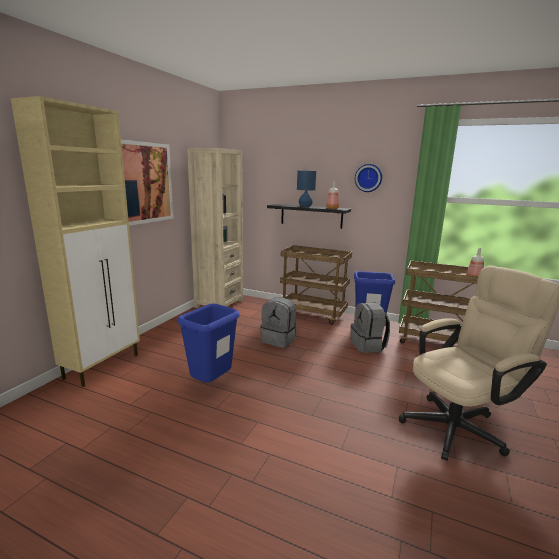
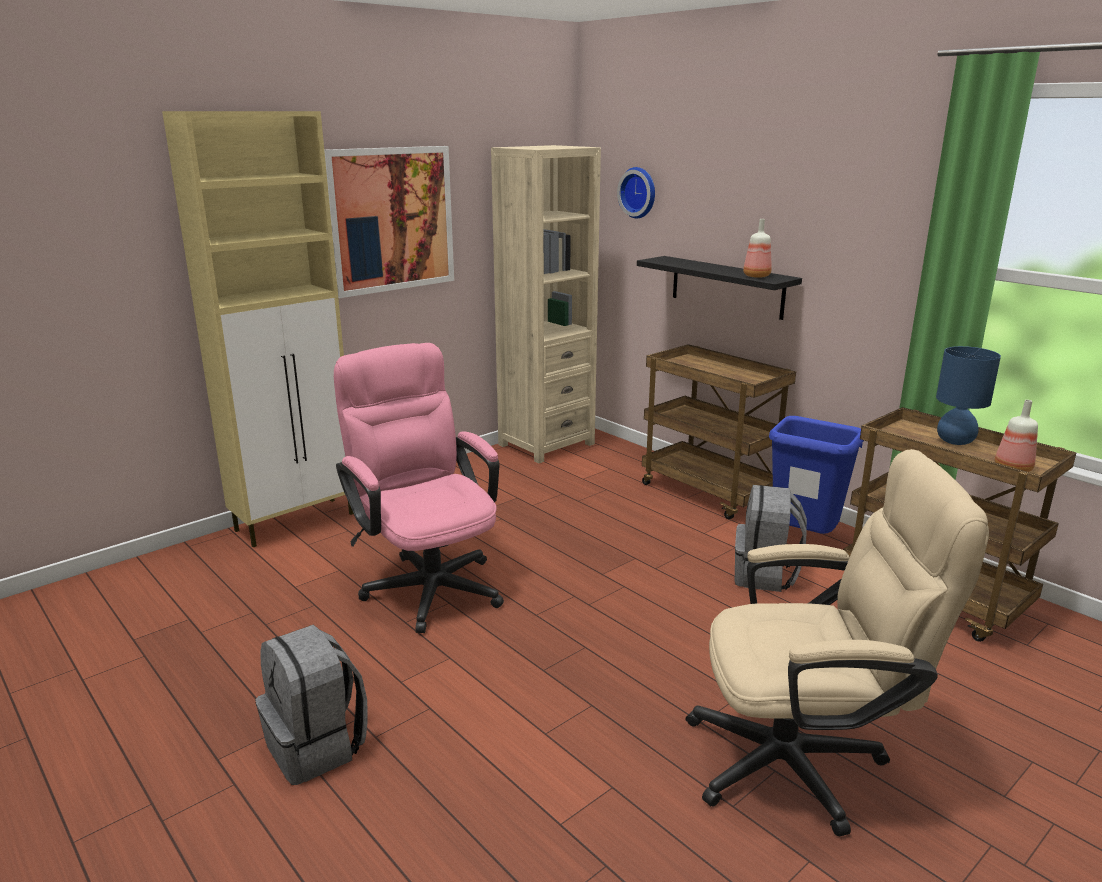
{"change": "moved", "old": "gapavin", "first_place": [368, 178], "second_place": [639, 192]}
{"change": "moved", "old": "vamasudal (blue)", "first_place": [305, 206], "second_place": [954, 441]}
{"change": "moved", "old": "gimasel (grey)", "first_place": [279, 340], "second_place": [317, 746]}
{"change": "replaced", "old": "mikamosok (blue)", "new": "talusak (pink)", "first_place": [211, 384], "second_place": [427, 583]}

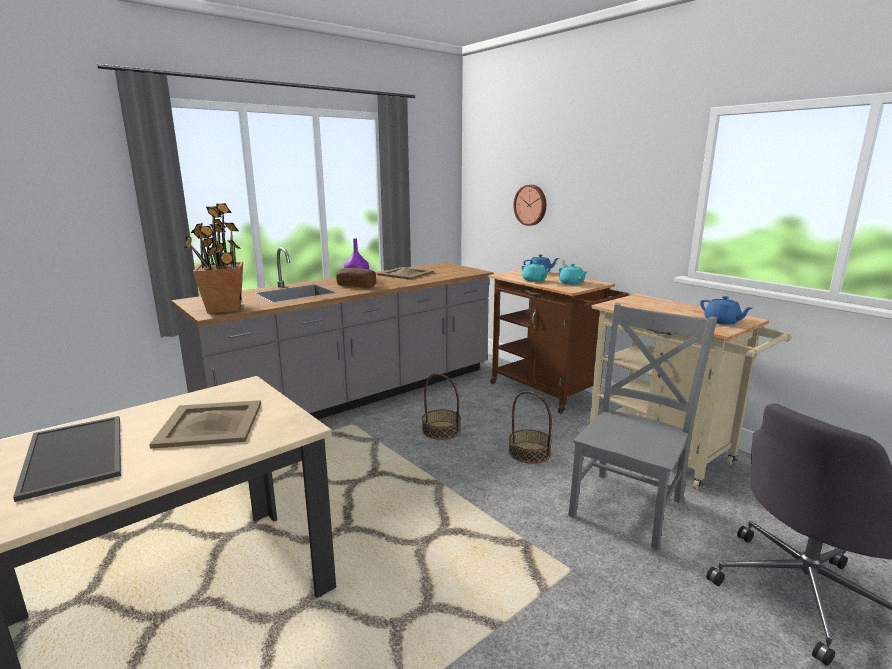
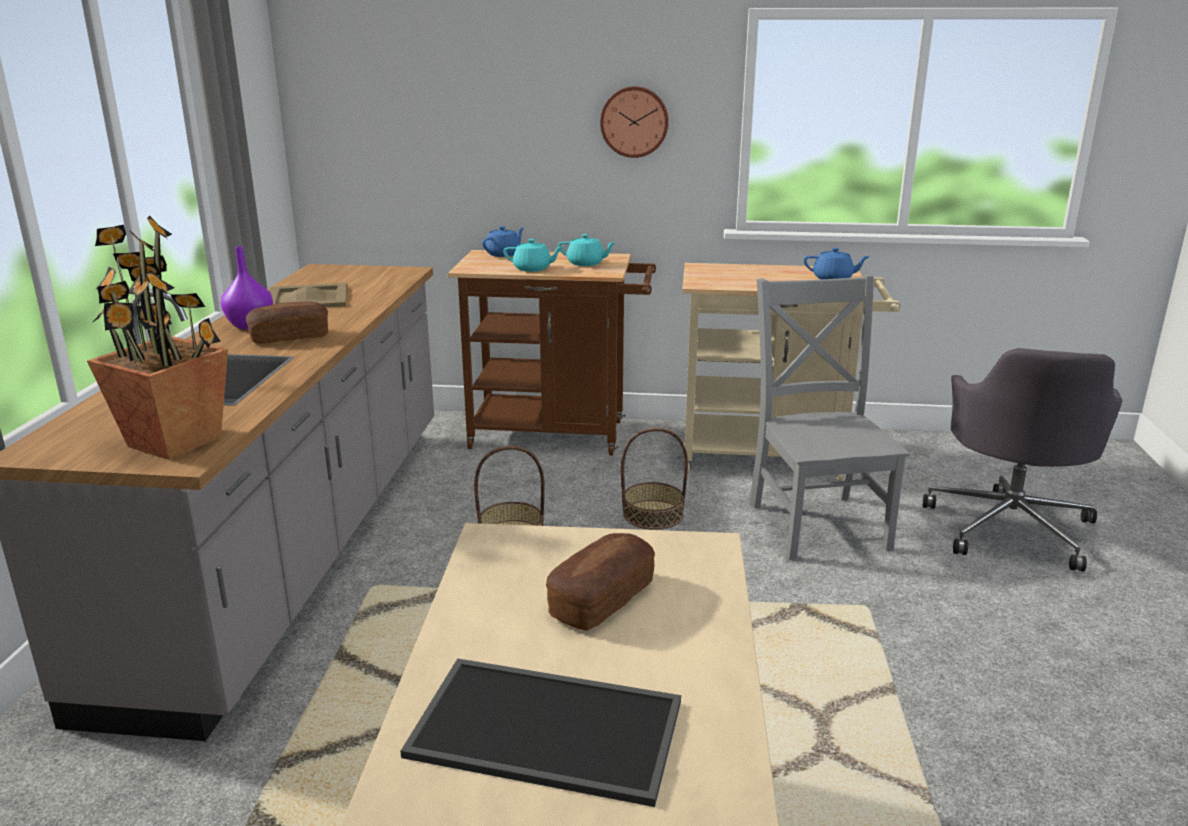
{"change": "moved", "old": "gapavin", "first_place": [531, 205], "second_place": [634, 121]}
{"change": "replaced", "old": "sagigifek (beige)", "new": "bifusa", "first_place": [211, 424], "second_place": [601, 599]}

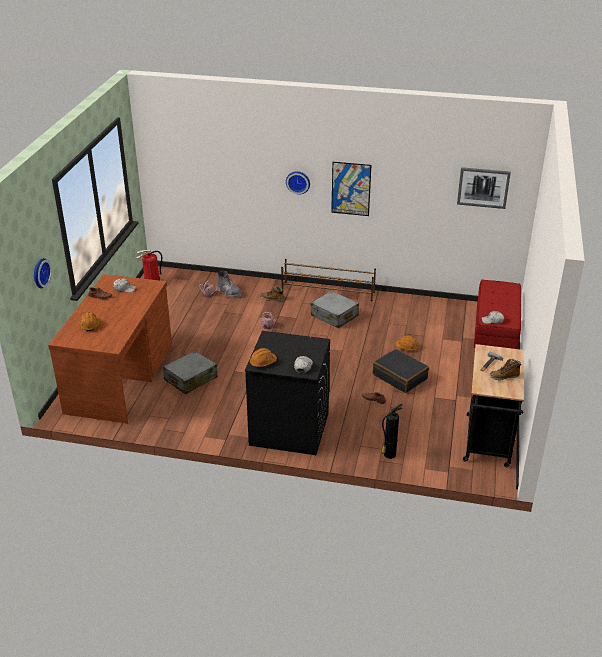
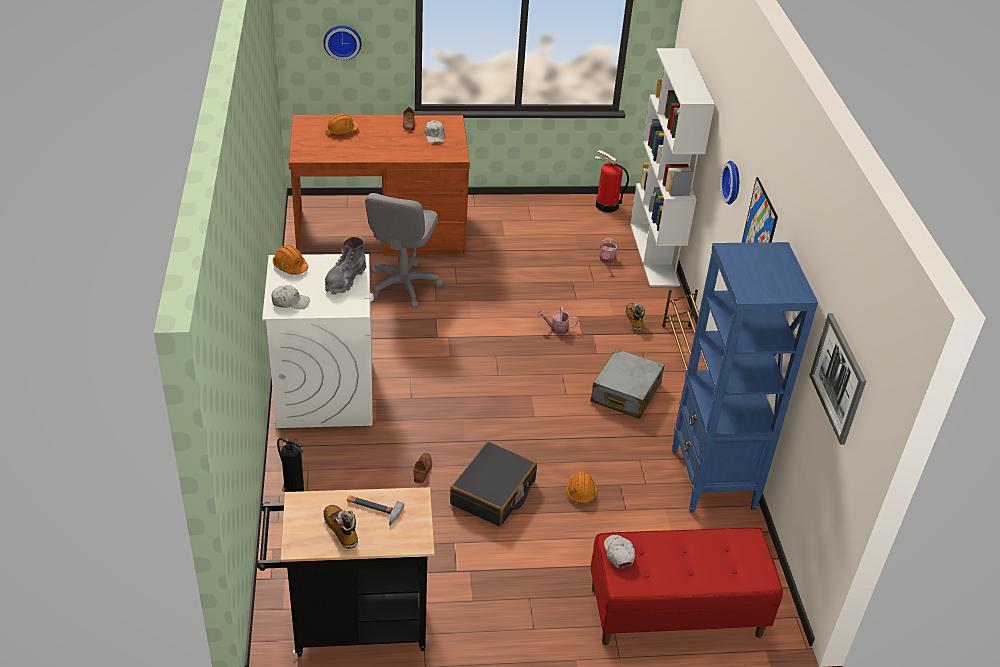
{"change": "moved", "old": "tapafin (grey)", "first_place": [229, 292], "second_place": [345, 280]}
{"change": "recoloured", "old": "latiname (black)", "new": "latiname (white)", "first_place": [288, 429], "second_place": [325, 392]}
{"change": "replaced", "old": "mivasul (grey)", "new": "talusak (grey)", "first_place": [190, 379], "second_place": [402, 285]}
{"change": "added", "new": "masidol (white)", "second_place": [655, 254]}
{"change": "added", "new": "masidol (blue)", "second_place": [712, 480]}

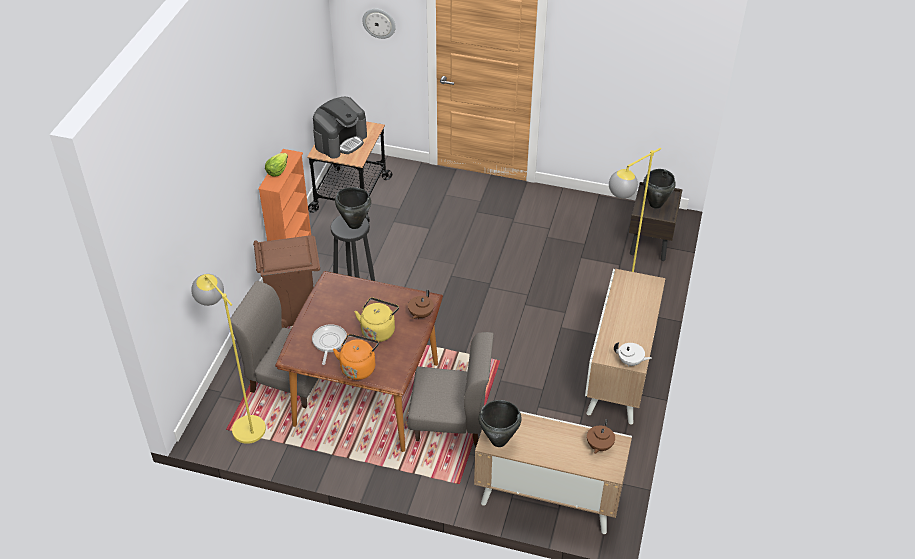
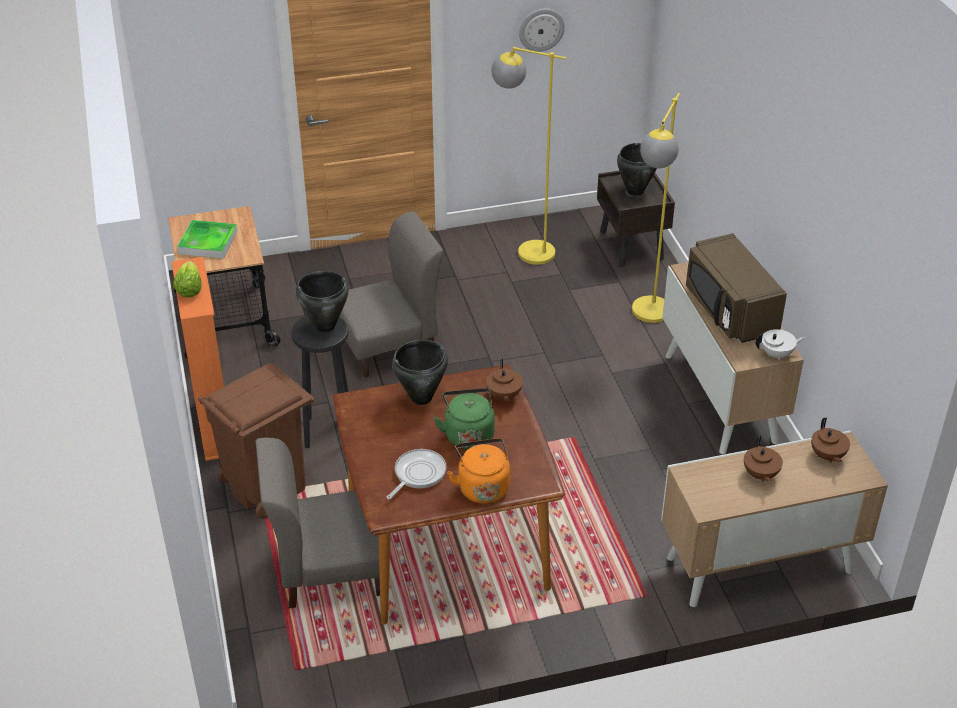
{"change": "moved", "old": "gapavin", "first_place": [379, 23], "second_place": [541, 29]}
{"change": "replaced", "old": "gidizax", "new": "sagigifek", "first_place": [340, 141], "second_place": [208, 242]}
{"change": "moved", "old": "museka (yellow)", "first_place": [242, 422], "second_place": [523, 250]}
{"change": "recoloured", "old": "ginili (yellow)", "new": "ginili (green)", "first_place": [378, 330], "second_place": [468, 434]}
{"change": "turned", "old": "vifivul", "first_place": [329, 342], "second_place": [418, 474], "degrees": 60}
{"change": "moved", "old": "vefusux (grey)", "first_place": [450, 422], "second_place": [388, 346]}
{"change": "moved", "old": "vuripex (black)", "first_place": [499, 441], "second_place": [421, 398]}
{"change": "added", "new": "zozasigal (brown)", "second_place": [729, 310]}
{"change": "added", "new": "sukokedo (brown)", "second_place": [760, 475]}

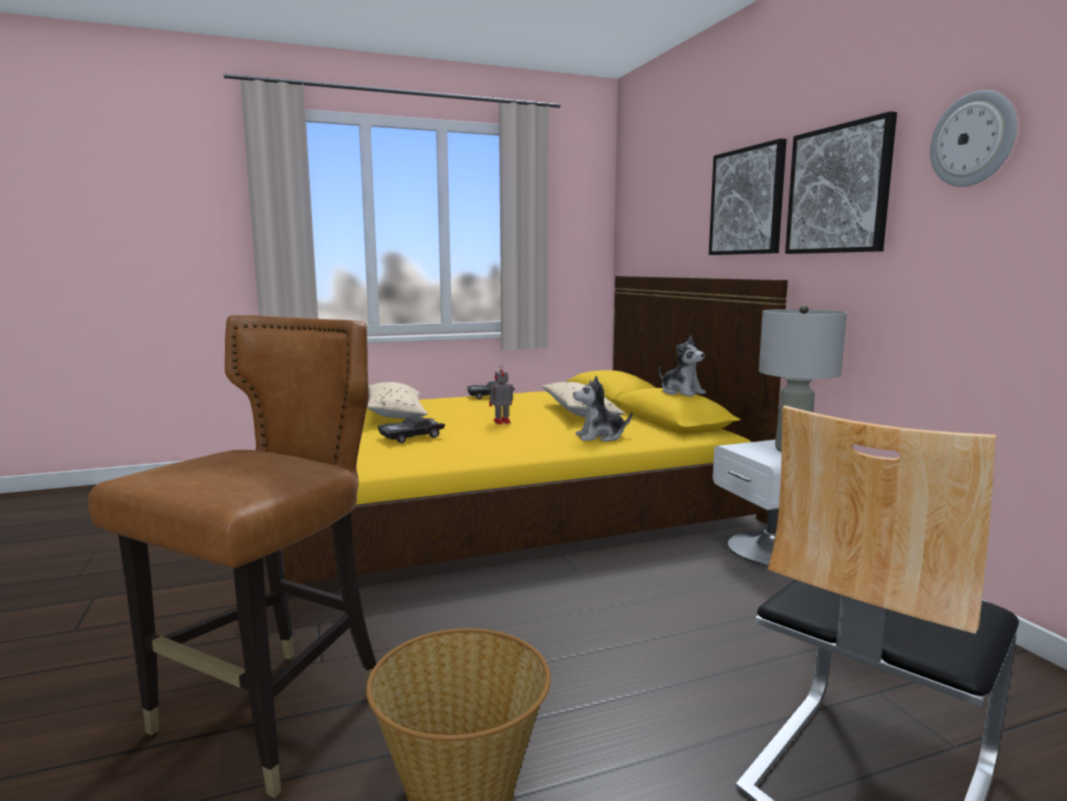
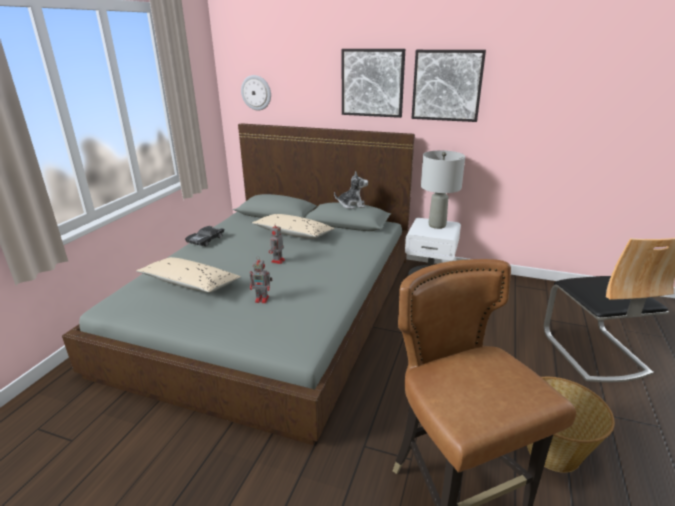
{"change": "moved", "old": "gapavin", "first_place": [973, 139], "second_place": [256, 92]}
{"change": "recoloured", "old": "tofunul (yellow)", "new": "tofunul (grey)", "first_place": [505, 497], "second_place": [275, 308]}
{"change": "removed", "old": "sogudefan", "first_place": [600, 437]}
{"change": "replaced", "old": "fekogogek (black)", "new": "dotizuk", "first_place": [411, 437], "second_place": [263, 299]}

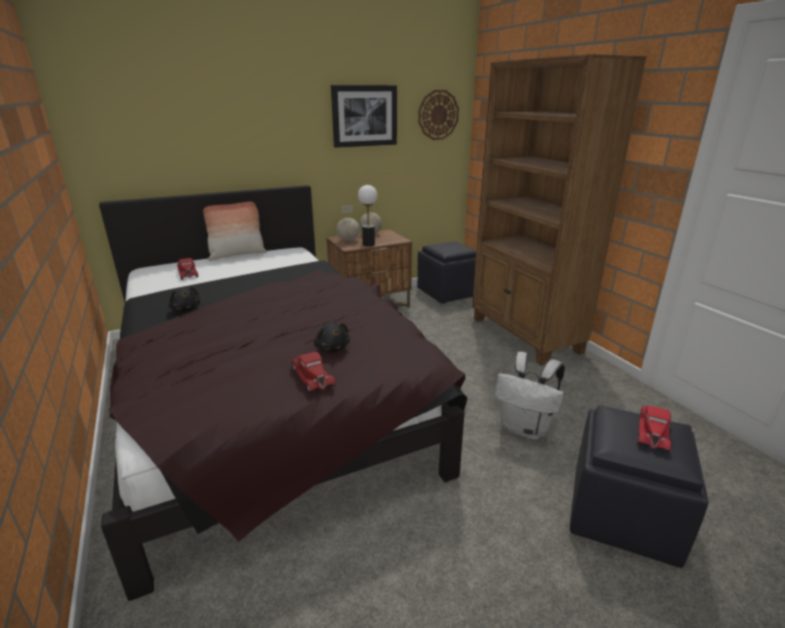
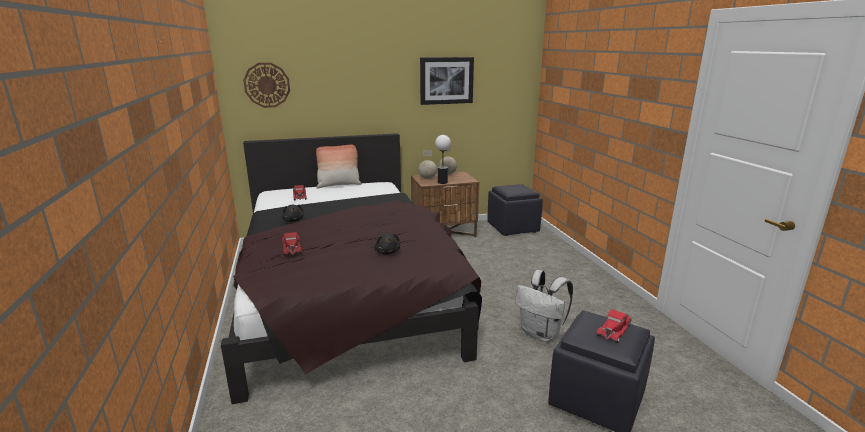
{"change": "removed", "old": "masidol (brown)", "first_place": [525, 335]}
{"change": "moved", "old": "gapavin", "first_place": [438, 115], "second_place": [267, 85]}
{"change": "moved", "old": "fekogogek (red)", "first_place": [312, 376], "second_place": [292, 248]}

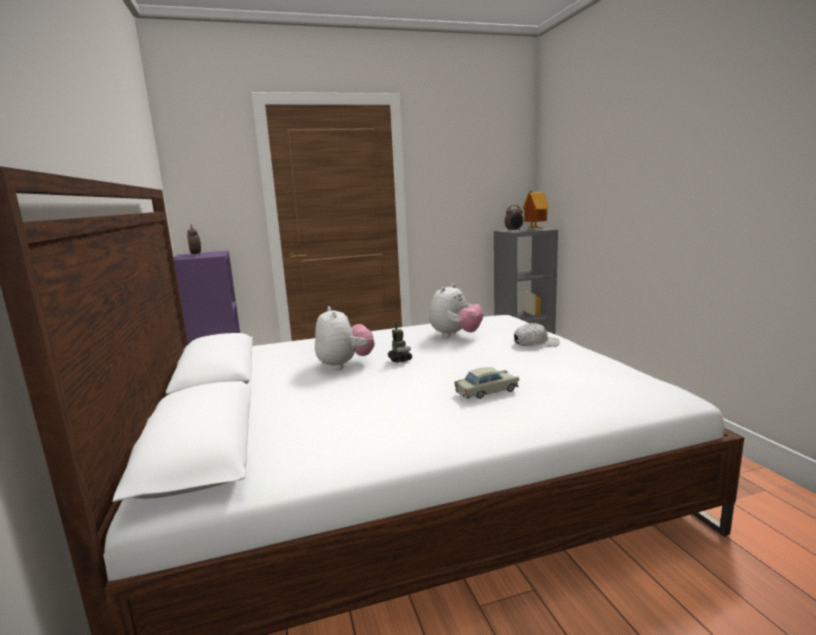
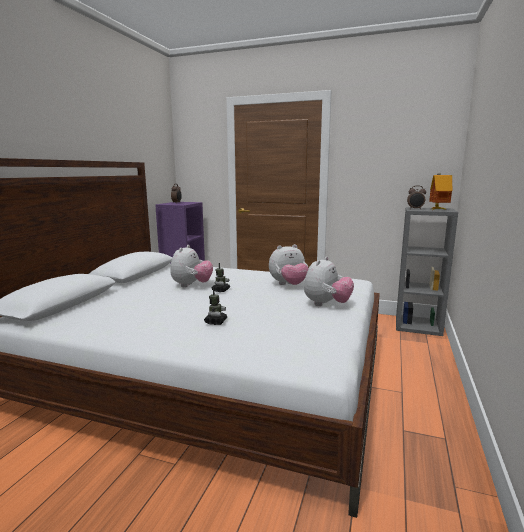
{"change": "replaced", "old": "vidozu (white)", "new": "sogudefan", "first_place": [535, 343], "second_place": [326, 304]}
{"change": "replaced", "old": "fekogogek (beige)", "new": "dotizuk", "first_place": [486, 391], "second_place": [215, 322]}

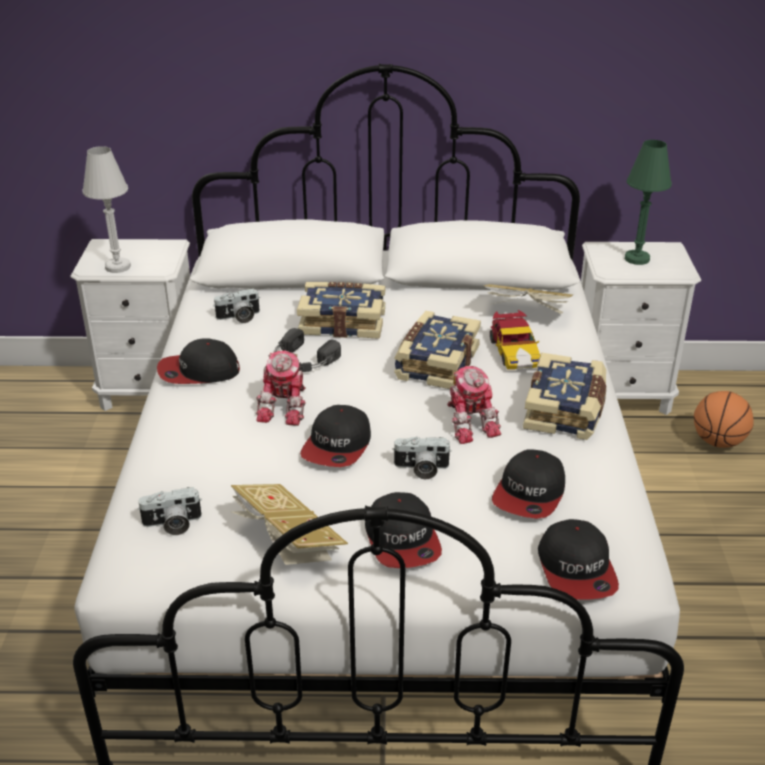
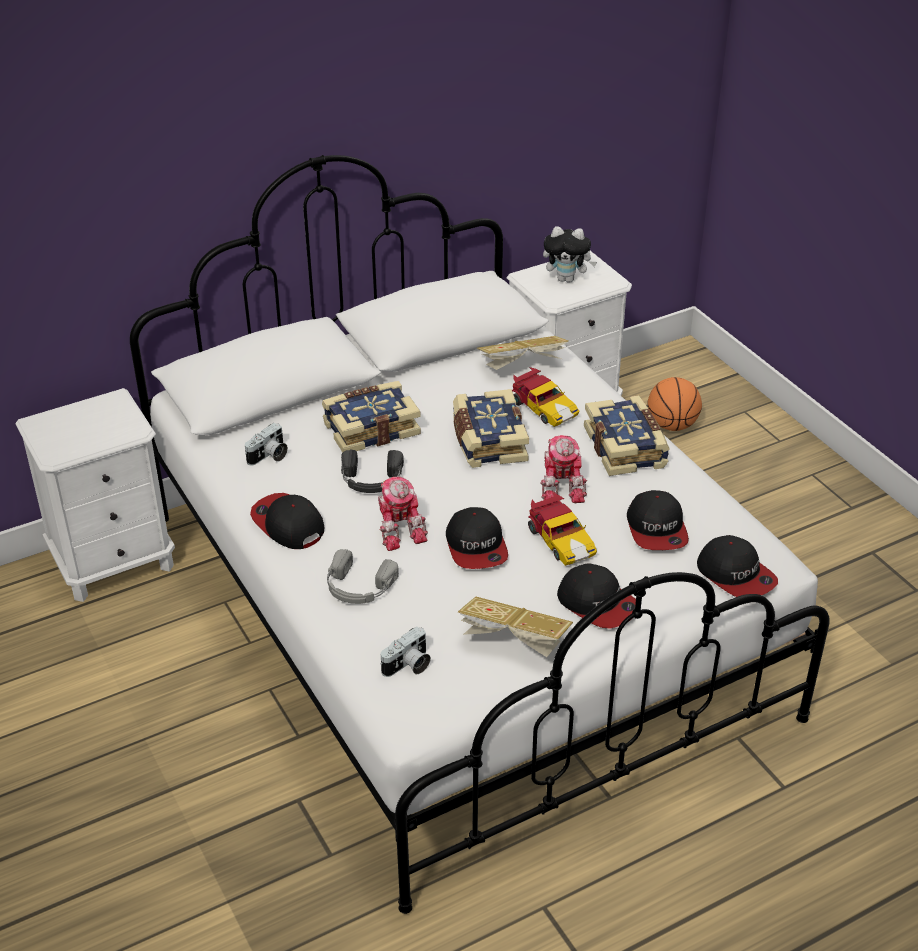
{"change": "replaced", "old": "vamasudal (green)", "new": "sogudefan", "first_place": [637, 259], "second_place": [567, 279]}
{"change": "removed", "old": "vamasudal (white)", "first_place": [118, 267]}
{"change": "turned", "old": "vidozu", "first_place": [198, 372], "second_place": [287, 524], "degrees": 90}
{"change": "turned", "old": "dotizuk", "first_place": [470, 422], "second_place": [562, 485], "degrees": 45}
{"change": "replaced", "old": "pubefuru", "new": "fekogogek", "first_place": [421, 469], "second_place": [560, 541]}
{"change": "added", "new": "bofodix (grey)", "second_place": [358, 587]}

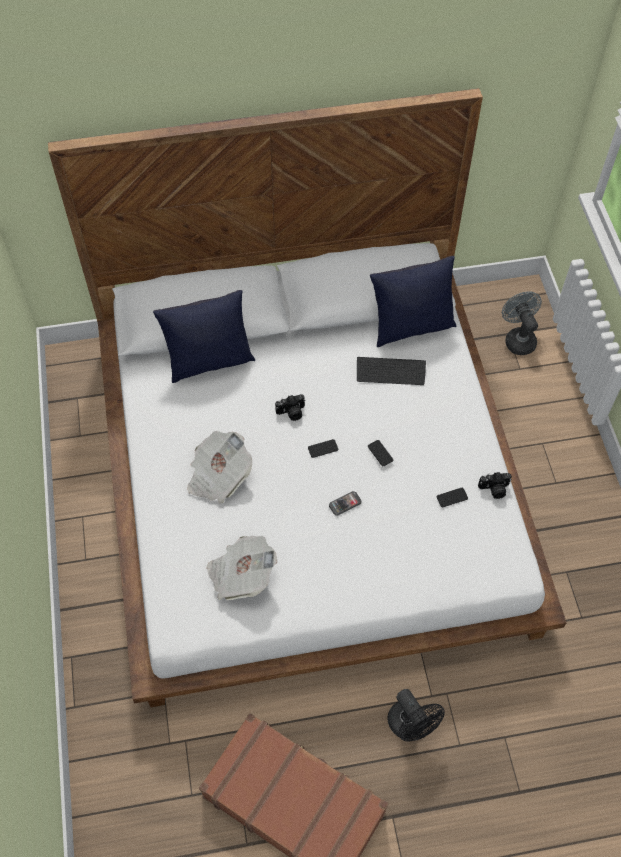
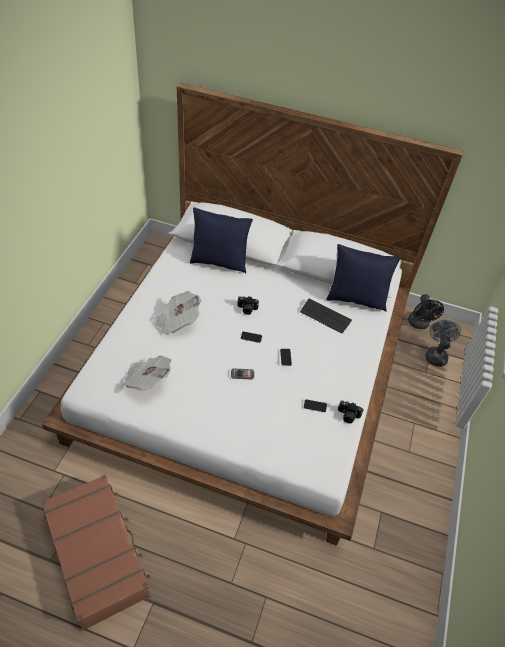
{"change": "moved", "old": "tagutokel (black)", "first_place": [410, 726], "second_place": [419, 324]}

